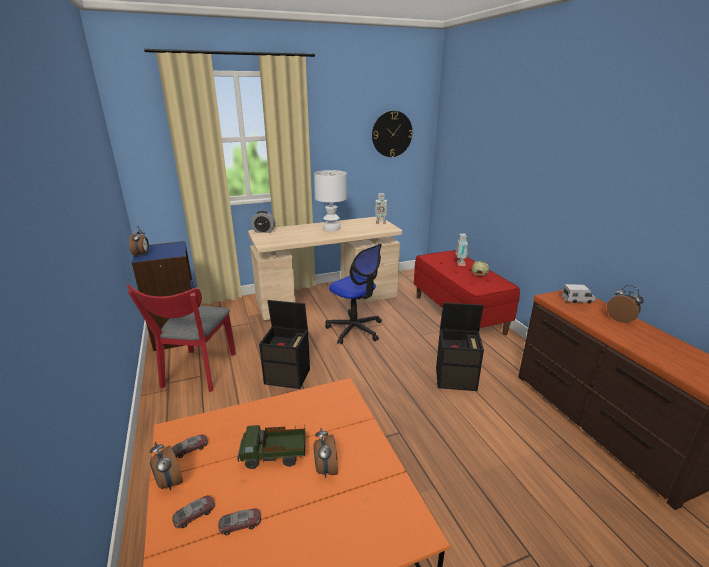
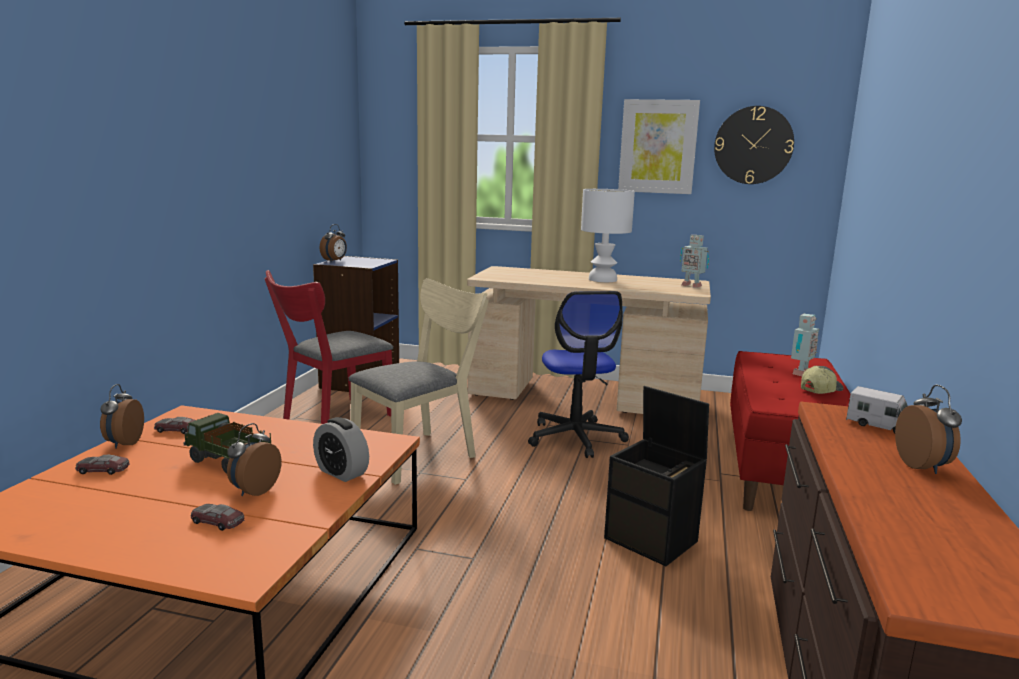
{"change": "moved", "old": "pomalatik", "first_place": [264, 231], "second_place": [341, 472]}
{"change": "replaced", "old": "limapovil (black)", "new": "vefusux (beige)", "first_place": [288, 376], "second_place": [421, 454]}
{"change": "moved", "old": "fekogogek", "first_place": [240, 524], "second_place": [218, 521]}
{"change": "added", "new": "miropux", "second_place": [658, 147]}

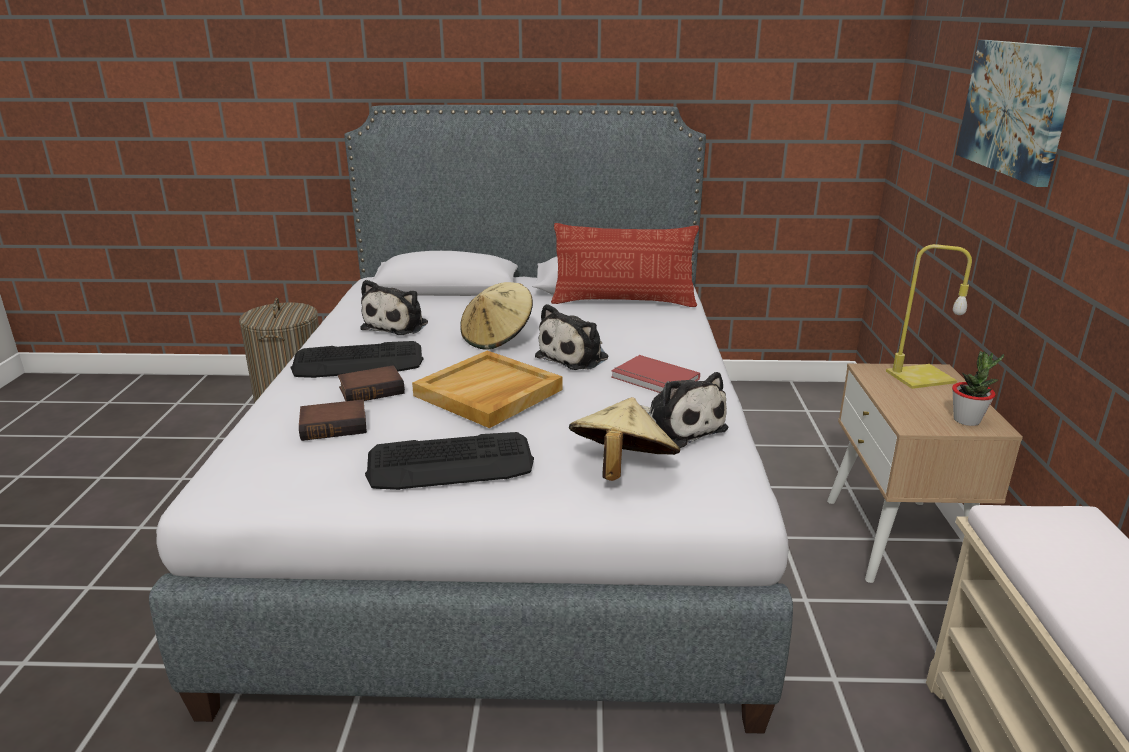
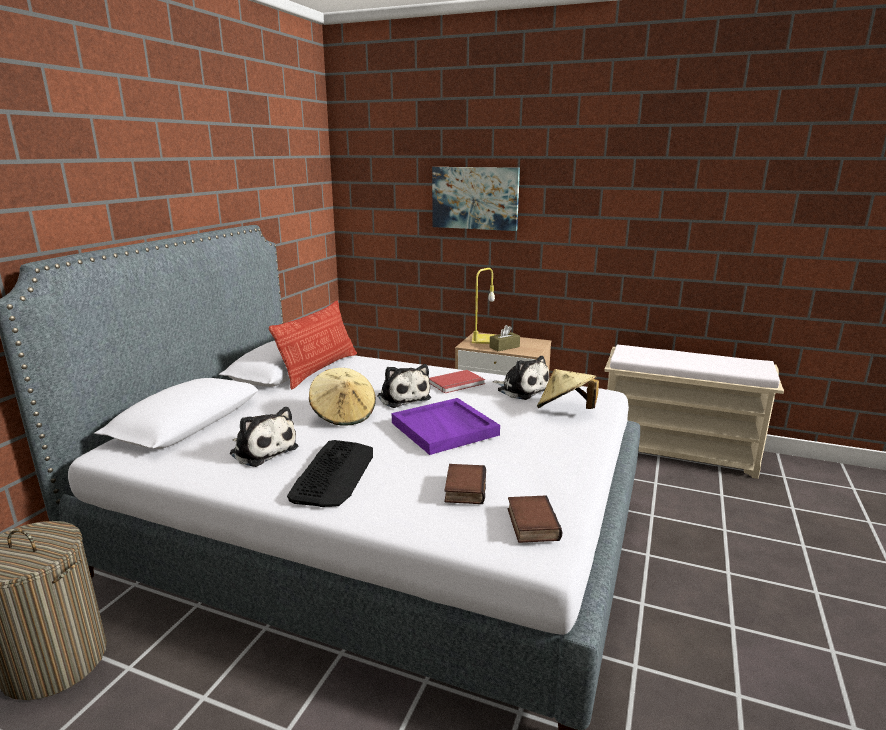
{"change": "recoloured", "old": "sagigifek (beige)", "new": "sagigifek (purple)", "first_place": [488, 393], "second_place": [445, 429]}
{"change": "removed", "old": "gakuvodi", "first_place": [966, 420]}
{"change": "moved", "old": "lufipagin", "first_place": [372, 389], "second_place": [530, 524]}
{"change": "turned", "old": "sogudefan", "first_place": [678, 426], "second_place": [521, 389], "degrees": 60}
{"change": "removed", "old": "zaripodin", "first_place": [451, 463]}
{"change": "added", "new": "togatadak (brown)", "second_place": [504, 347]}

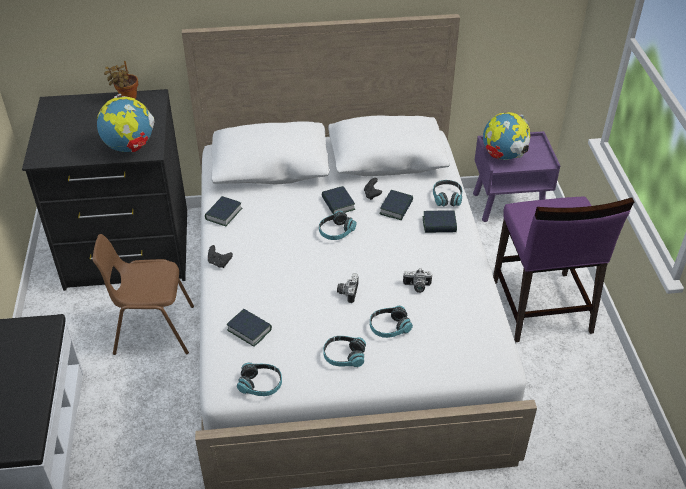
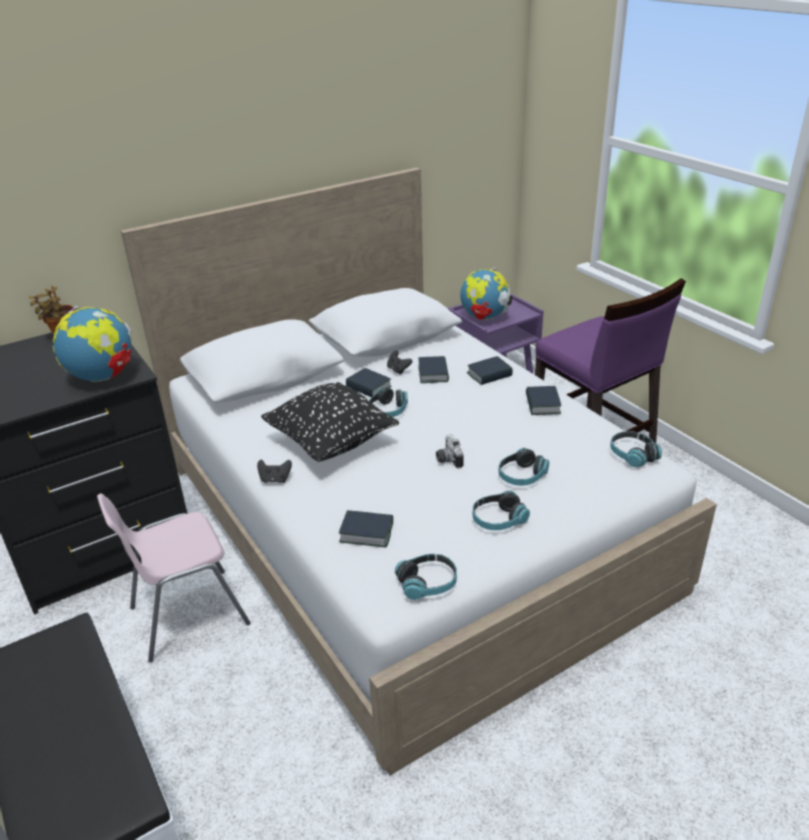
{"change": "moved", "old": "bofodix", "first_place": [447, 198], "second_place": [633, 455]}
{"change": "moved", "old": "lufipagin", "first_place": [223, 214], "second_place": [542, 404]}
{"change": "recoloured", "old": "vefusux (brown)", "new": "vefusux (pink)", "first_place": [153, 330], "second_place": [187, 615]}
{"change": "removed", "old": "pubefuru", "first_place": [417, 287]}
{"change": "added", "new": "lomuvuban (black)", "second_place": [331, 443]}

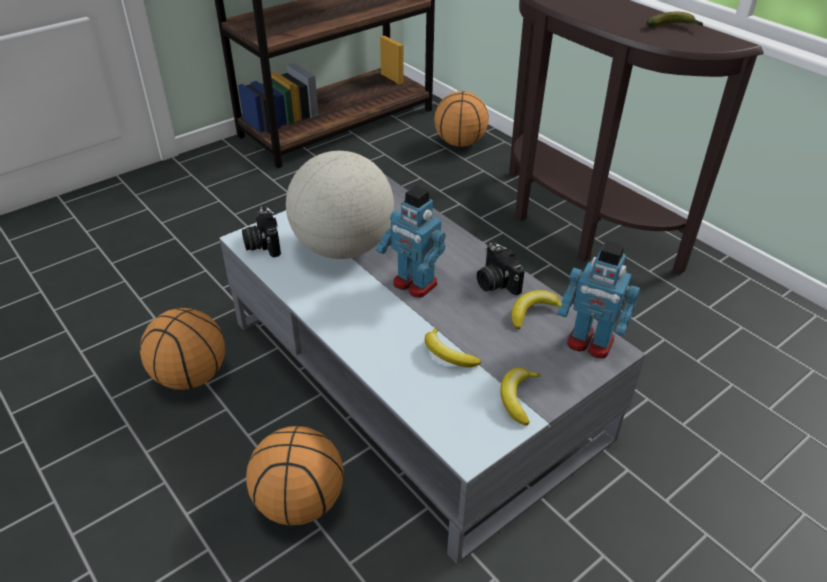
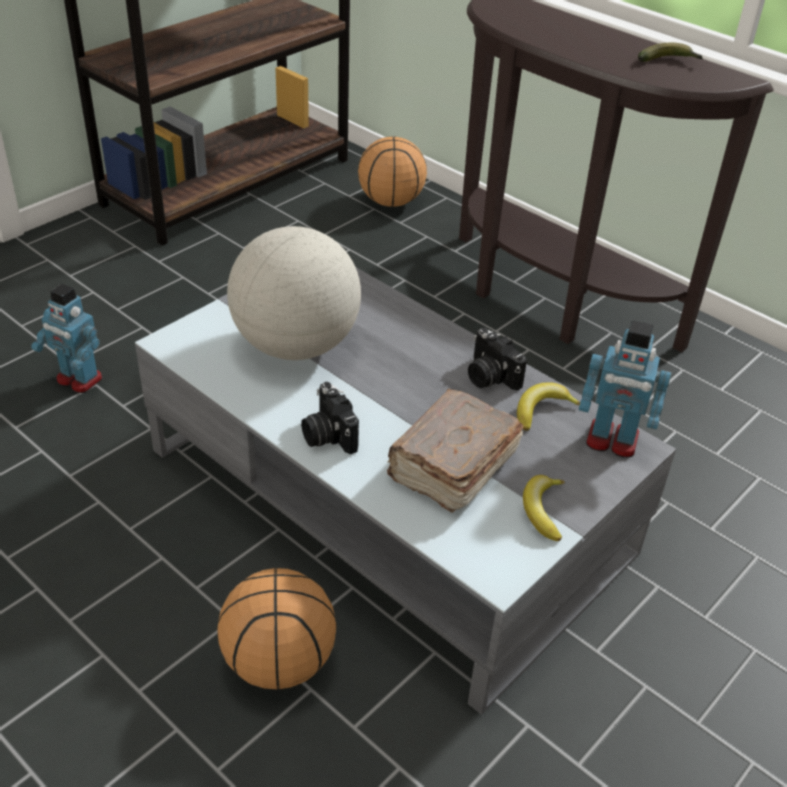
{"change": "moved", "old": "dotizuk", "first_place": [414, 284], "second_place": [78, 380]}
{"change": "moved", "old": "pubefuru", "first_place": [262, 244], "second_place": [327, 435]}
{"change": "removed", "old": "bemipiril", "first_place": [189, 376]}
{"change": "replaced", "old": "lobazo", "new": "lufipagin (brown)", "first_place": [448, 354], "second_place": [451, 466]}

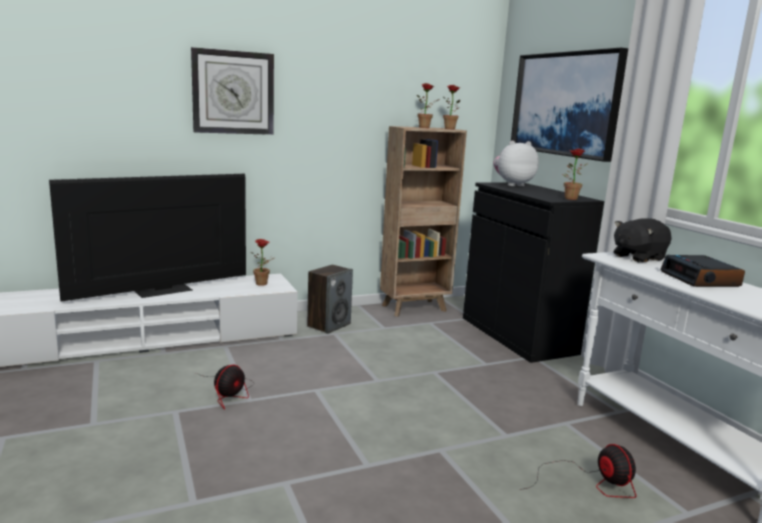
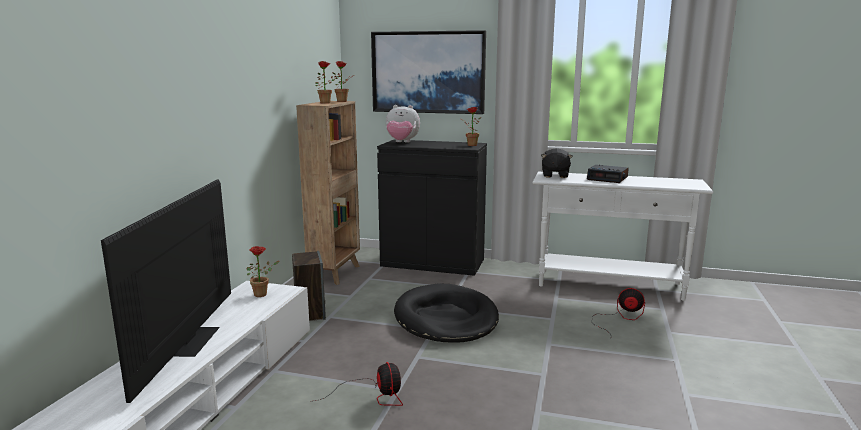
{"change": "removed", "old": "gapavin", "first_place": [233, 92]}
{"change": "turned", "old": "sogudefan", "first_place": [512, 184], "second_place": [402, 142], "degrees": -105}
{"change": "added", "new": "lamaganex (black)", "second_place": [446, 318]}

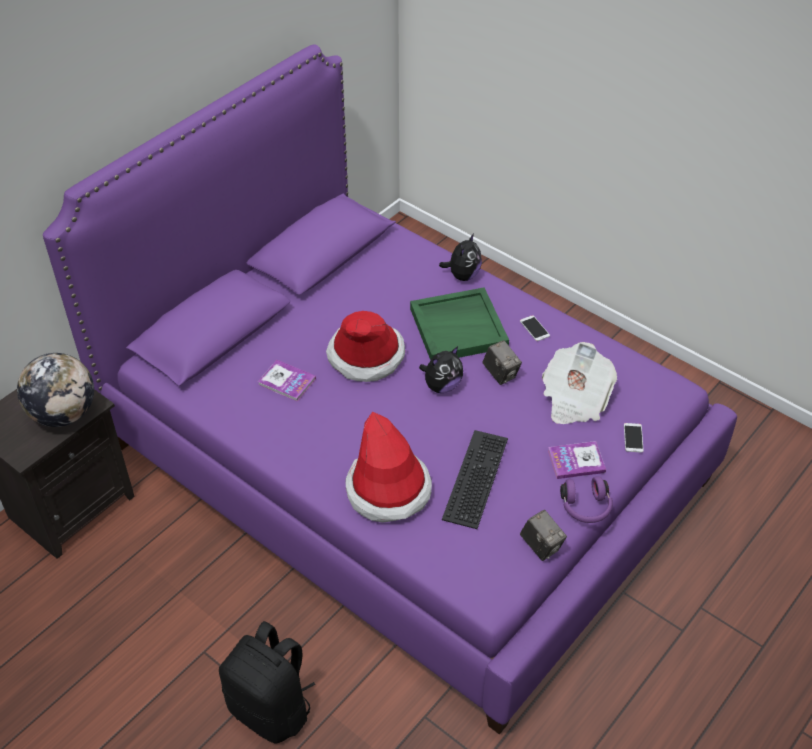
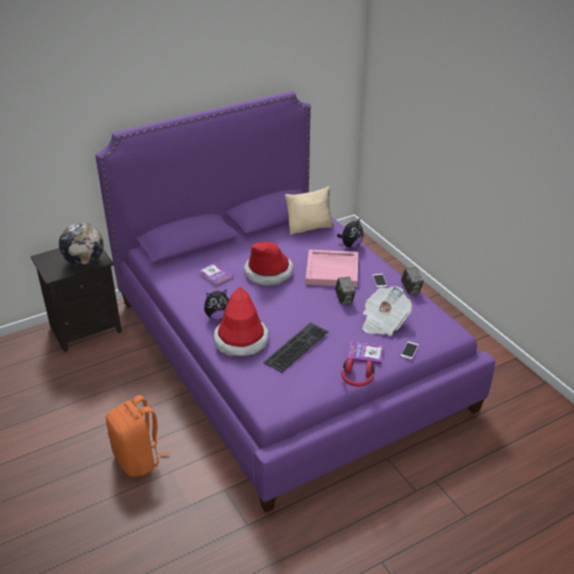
{"change": "recoloured", "old": "sagigifek (green)", "new": "sagigifek (pink)", "first_place": [459, 327], "second_place": [332, 270]}
{"change": "moved", "old": "sogudefan", "first_place": [442, 386], "second_place": [217, 316]}
{"change": "recoloured", "old": "bofodix (purple)", "new": "bofodix (red)", "first_place": [586, 508], "second_place": [357, 379]}
{"change": "moved", "old": "pubefuru", "first_place": [541, 546], "second_place": [411, 289]}
{"change": "recoloured", "old": "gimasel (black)", "new": "gimasel (orange)", "first_place": [272, 709], "second_place": [138, 459]}
{"change": "added", "new": "lomuvuban (beige)", "second_place": [310, 227]}

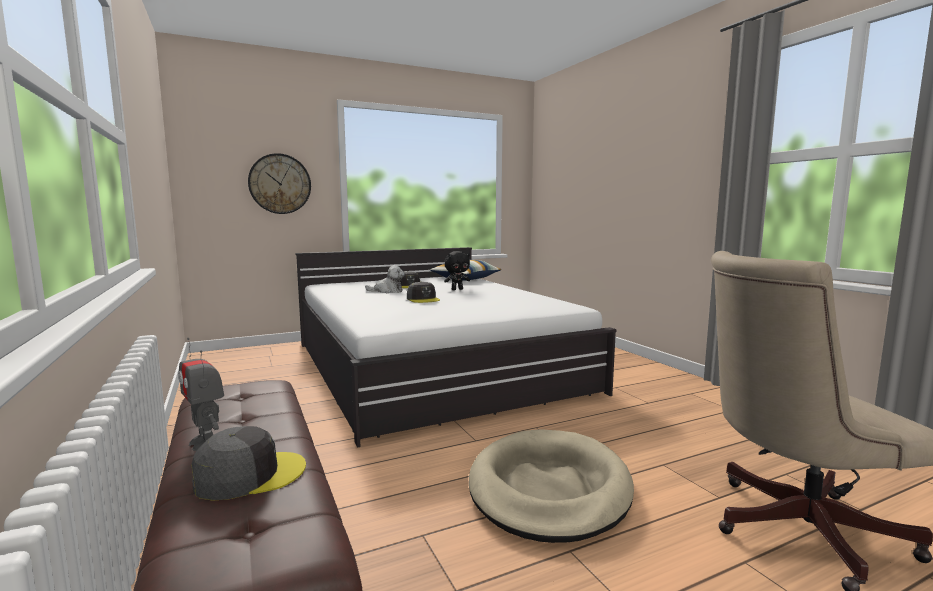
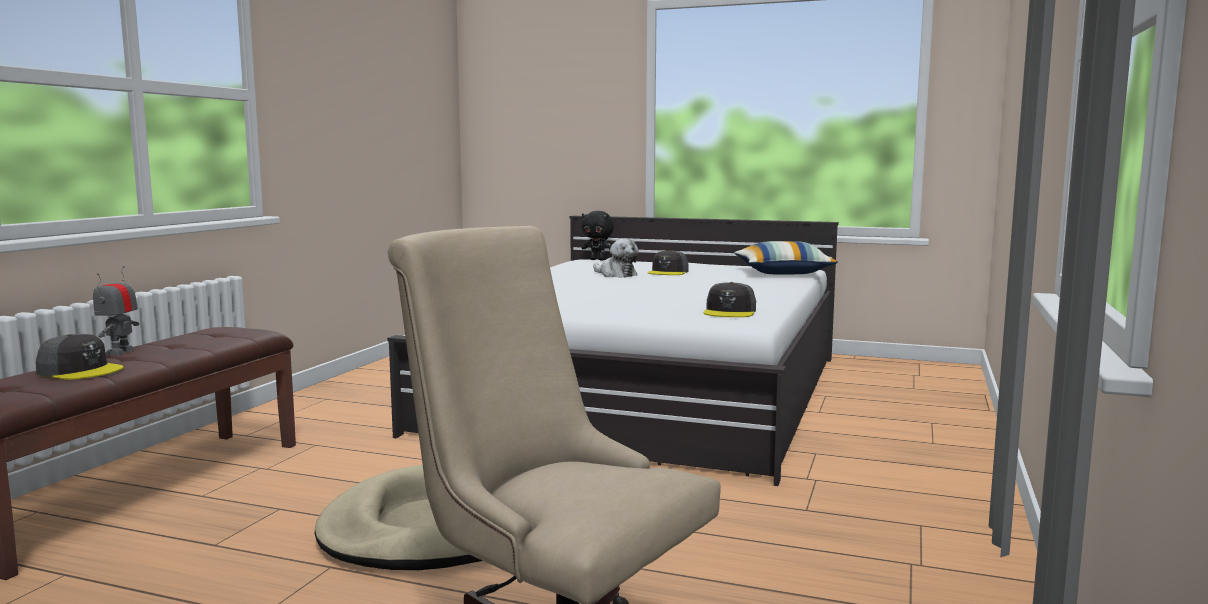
{"change": "removed", "old": "gapavin", "first_place": [280, 184]}
{"change": "moved", "old": "sogudefan (black)", "first_place": [457, 289], "second_place": [598, 260]}
{"change": "moved", "old": "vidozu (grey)", "first_place": [423, 299], "second_place": [730, 312]}

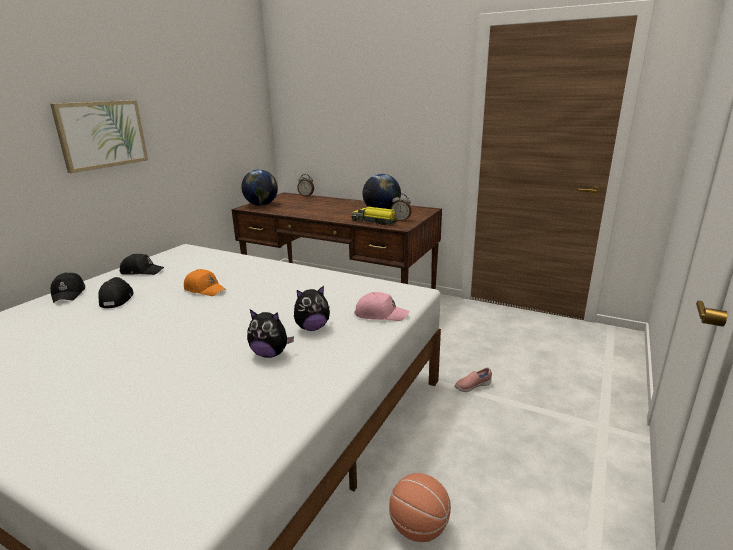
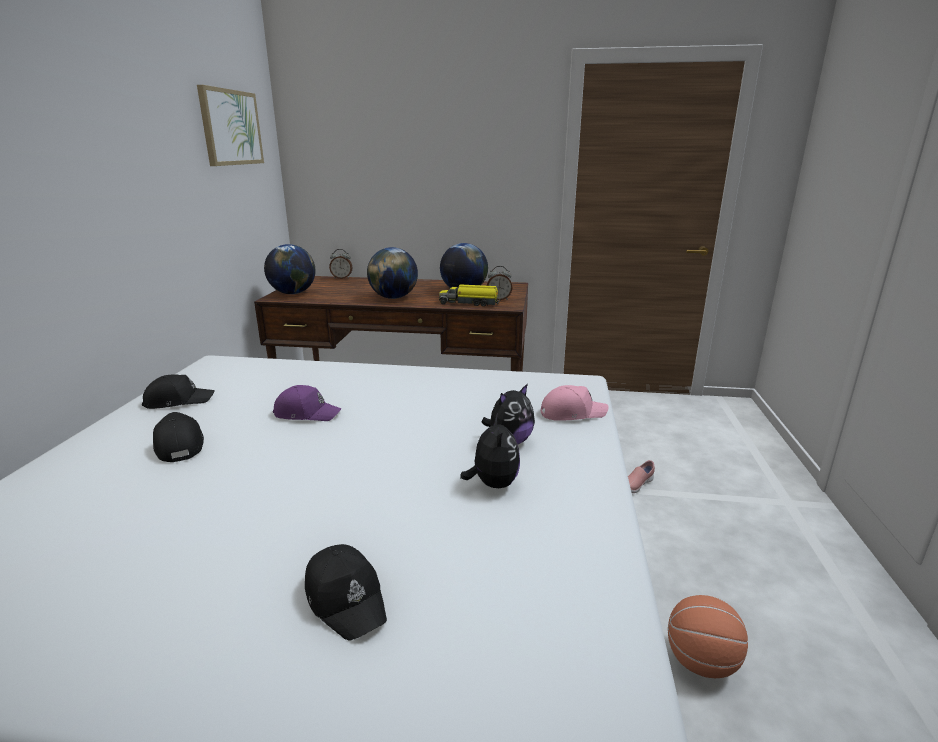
{"change": "moved", "old": "miropux", "first_place": [102, 134], "second_place": [231, 127]}
{"change": "recoloured", "old": "vidozu (orange)", "new": "vidozu (purple)", "first_place": [205, 289], "second_place": [307, 413]}
{"change": "moved", "old": "vidozu (black)", "first_place": [69, 293], "second_place": [346, 598]}
{"change": "turned", "old": "sogudefan", "first_place": [270, 354], "second_place": [492, 484], "degrees": -90}
{"change": "added", "new": "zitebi", "second_place": [393, 298]}

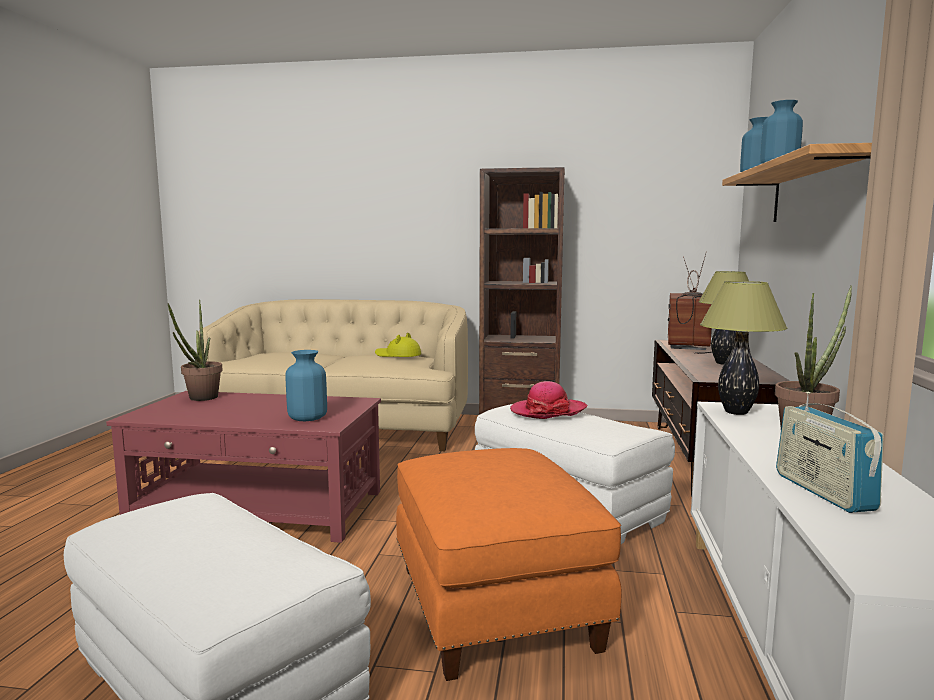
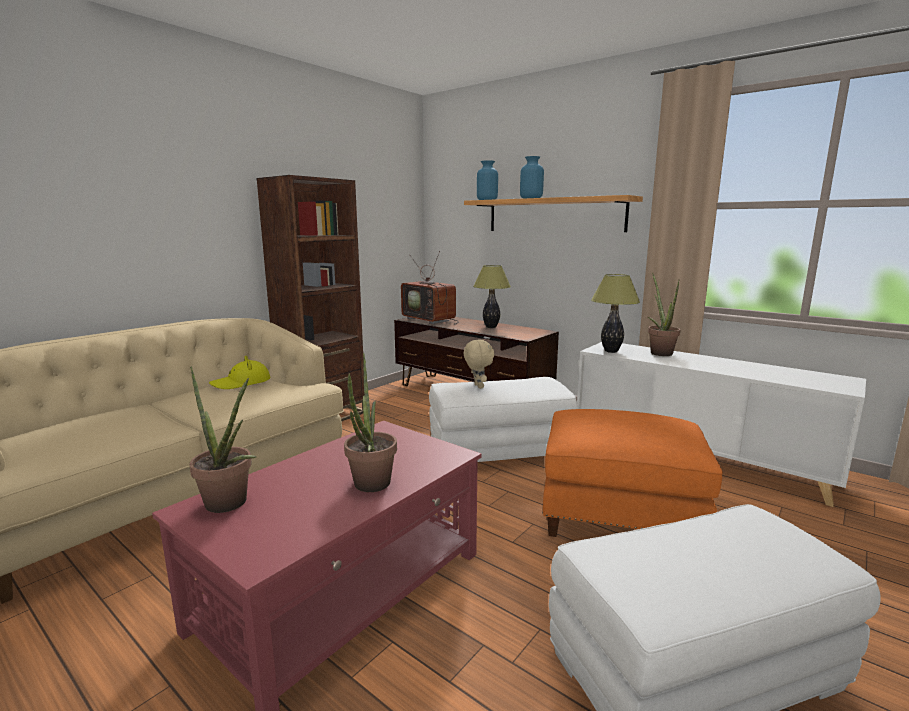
{"change": "removed", "old": "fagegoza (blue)", "first_place": [307, 418]}
{"change": "replaced", "old": "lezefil", "new": "sogudefan (beige)", "first_place": [548, 411], "second_place": [478, 386]}
{"change": "removed", "old": "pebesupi", "first_place": [823, 492]}
{"change": "added", "new": "gakuvodi", "second_place": [370, 487]}

